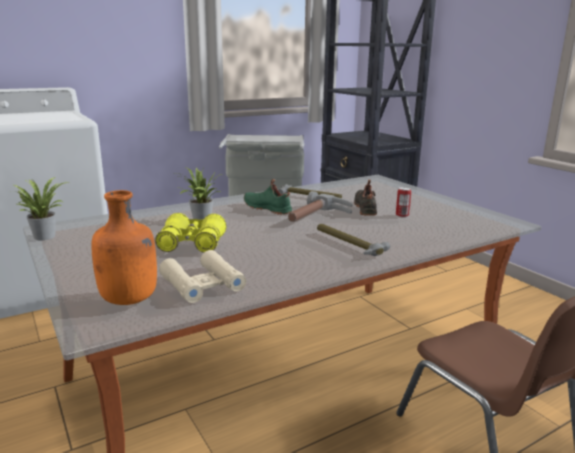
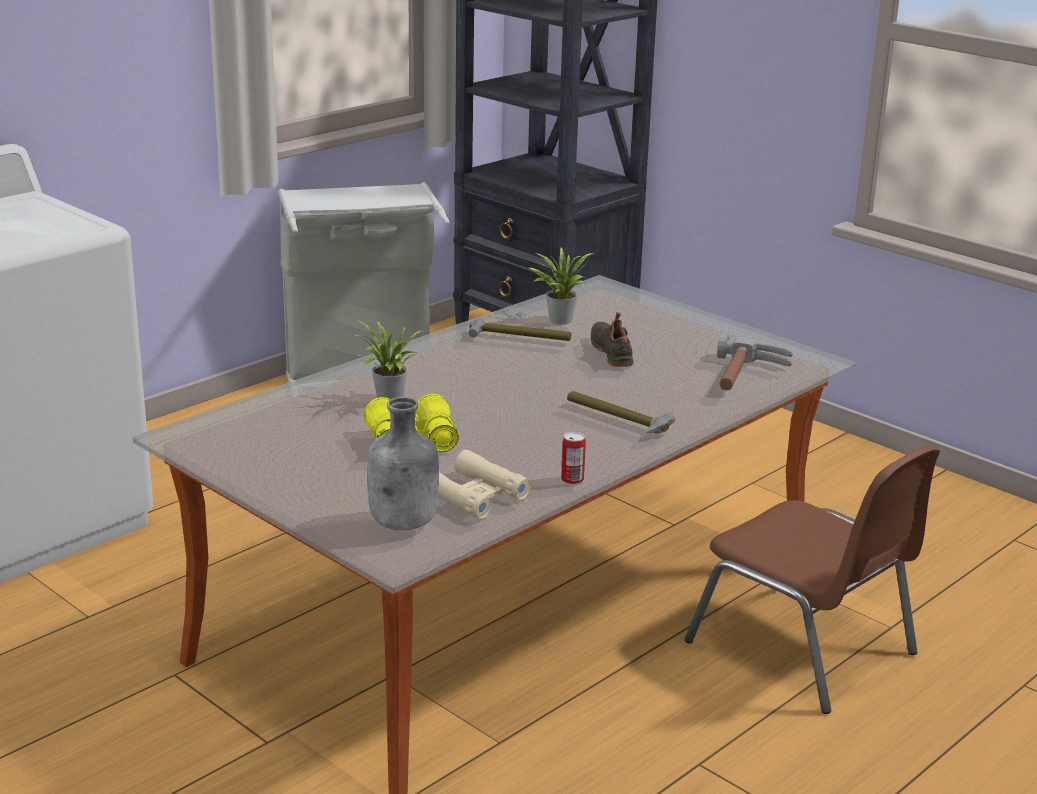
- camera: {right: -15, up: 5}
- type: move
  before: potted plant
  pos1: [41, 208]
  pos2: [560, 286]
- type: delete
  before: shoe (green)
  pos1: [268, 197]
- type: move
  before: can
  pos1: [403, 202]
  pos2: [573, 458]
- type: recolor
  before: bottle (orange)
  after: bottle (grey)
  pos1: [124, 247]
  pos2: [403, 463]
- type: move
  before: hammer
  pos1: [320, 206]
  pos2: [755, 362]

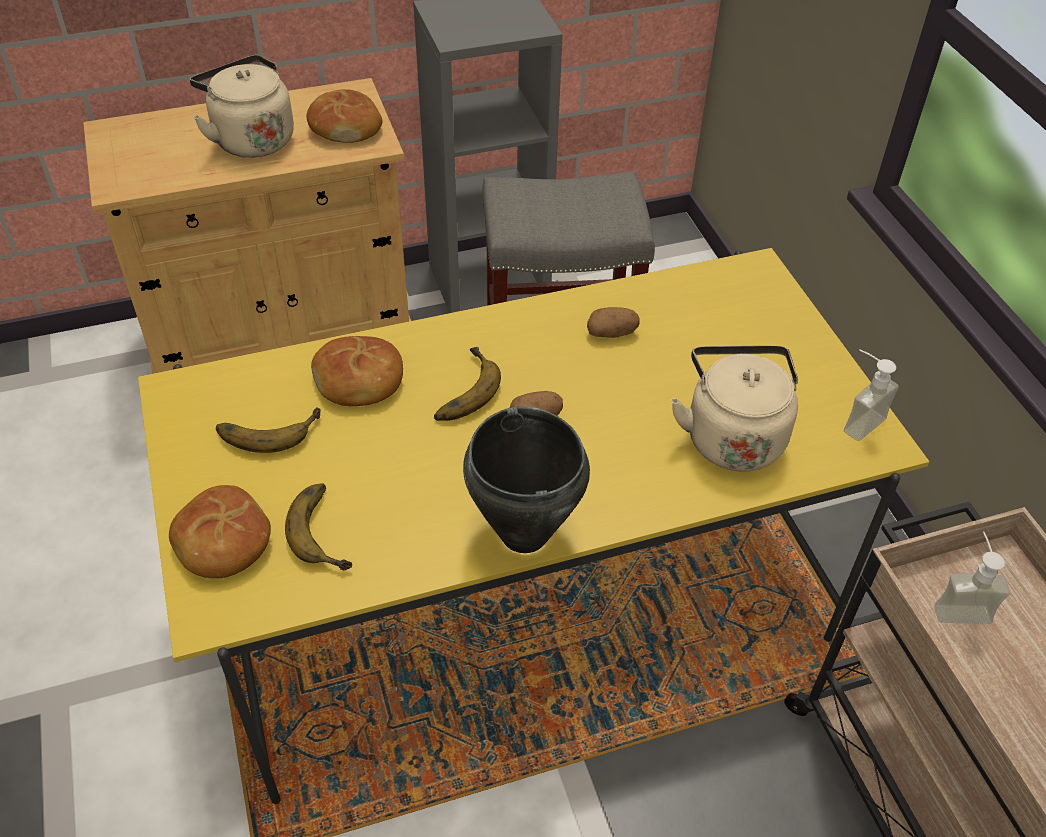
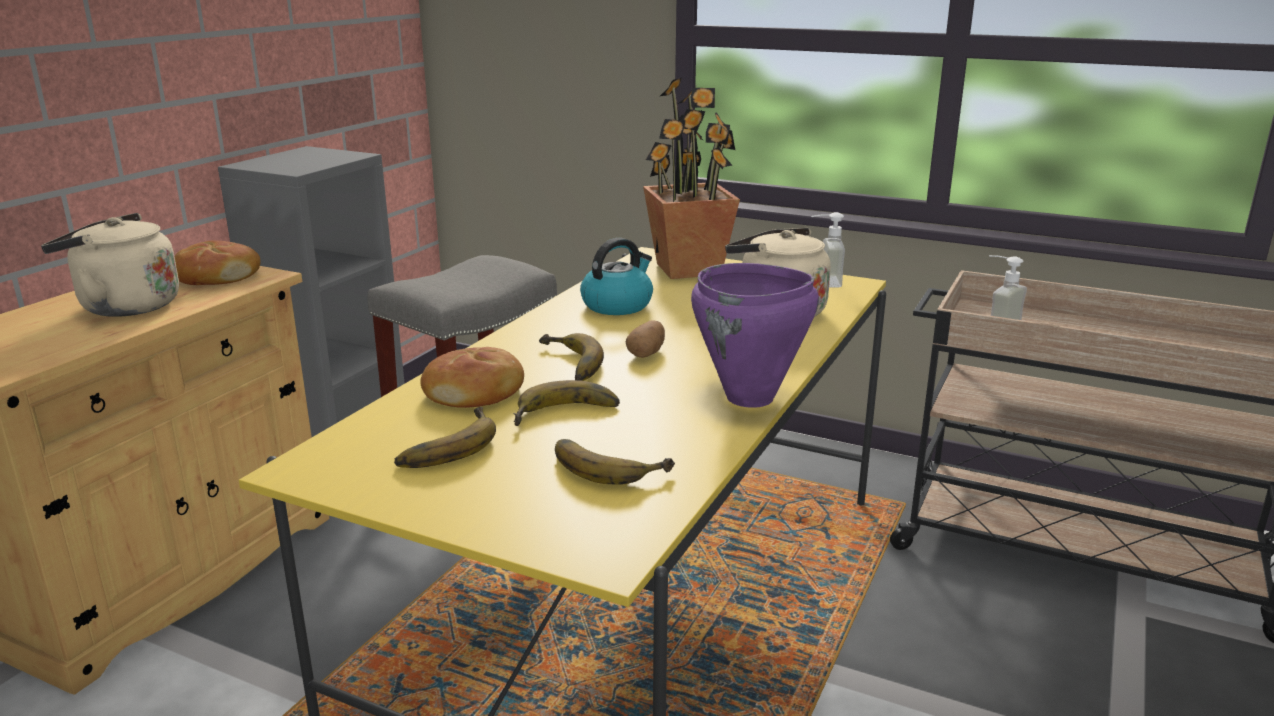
- camera: {right: -45, up: -25}
- type: replace
  before: potato
  after: kettle
  pos1: [613, 322]
  pos2: [616, 276]
- type: recolor
  before: cooking pot (black)
  after: cooking pot (purple)
  pos1: [526, 480]
  pos2: [755, 335]
- type: delete
  before: bread
  pos1: [220, 531]
- type: insert
  after: potted plant
  pos2: [691, 178]
- type: insert
  after: banana
  pos2: [567, 403]

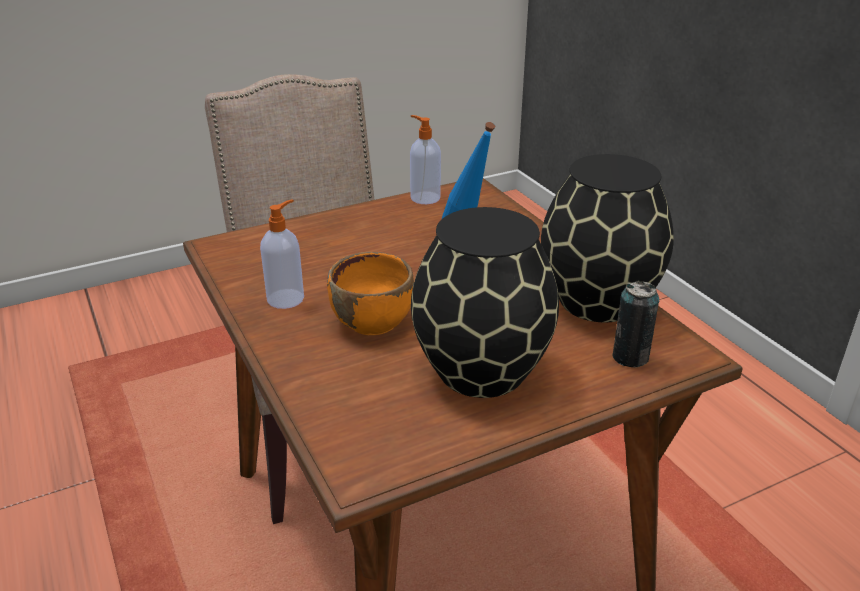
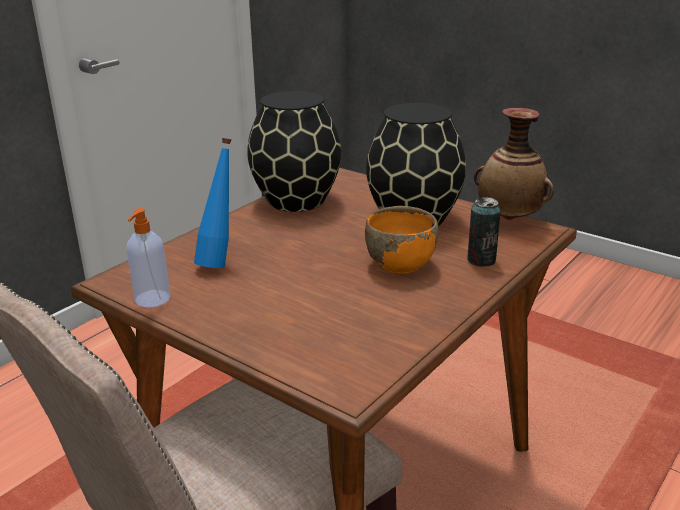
- camera: {right: -115, up: -5}
- type: delete
  before: soap dispenser
  pos1: [282, 254]
- type: move
  before: can
  pos1: [636, 324]
  pos2: [484, 232]
- type: insert
  after: vase
  pos2: [514, 164]

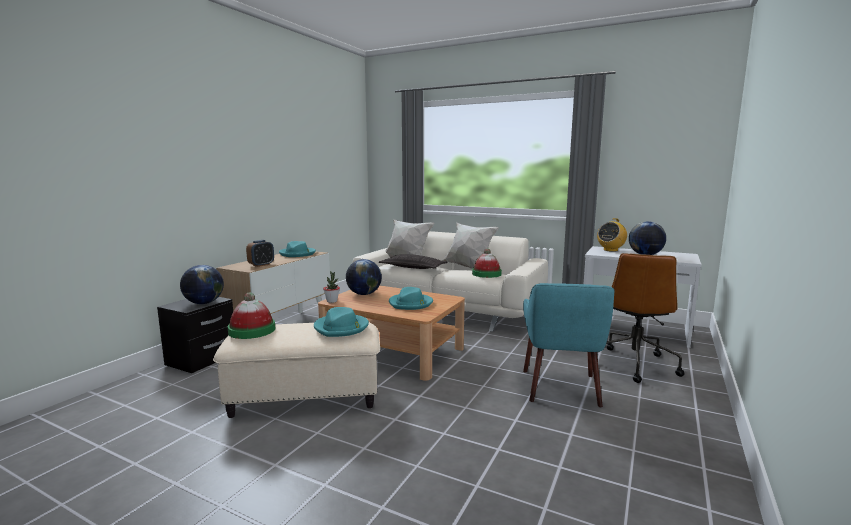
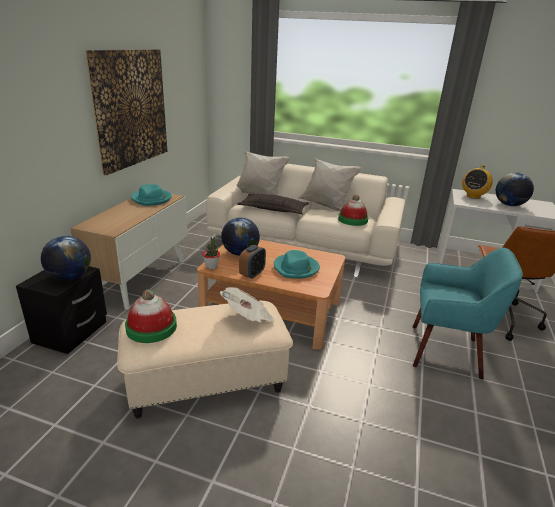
- camera: {right: -10, up: 15}
- type: move
  before: alarm clock
  pos1: [260, 253]
  pos2: [252, 262]
- type: rotate
  before: armchair (turquoise)
  pos1: [568, 345]
  pos2: [468, 314]
  turn: -75
- type: replace
  before: hat (turquoise)
  after: newspaper
  pos1: [341, 322]
  pos2: [247, 305]
- type: insert
  after: picture
  pos2: [126, 112]

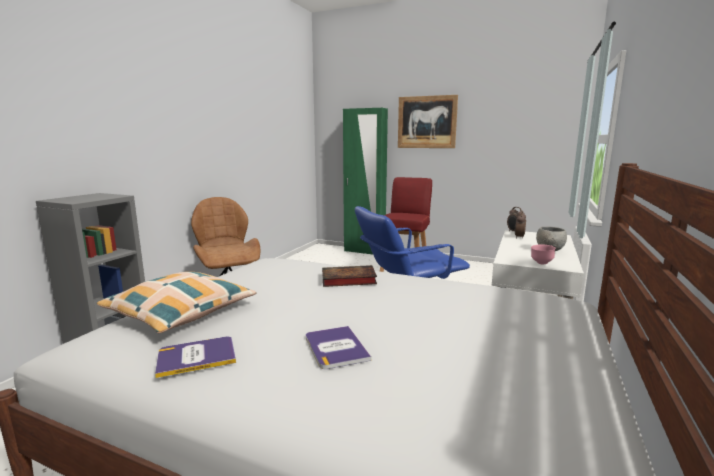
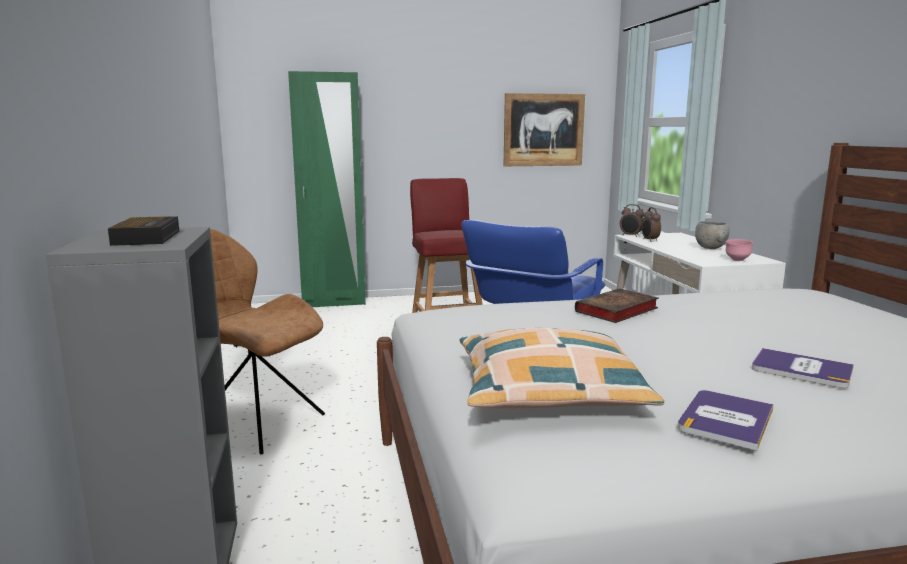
- camera: {right: -35, up: 0}
- type: move
  before: picture
  pos1: [428, 121]
  pos2: [544, 129]
- type: insert
  after: alarm clock
  pos2: [143, 231]

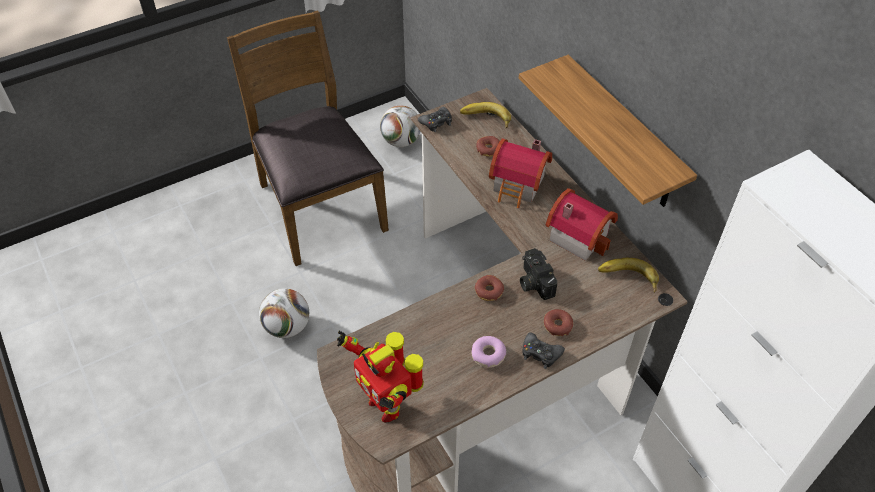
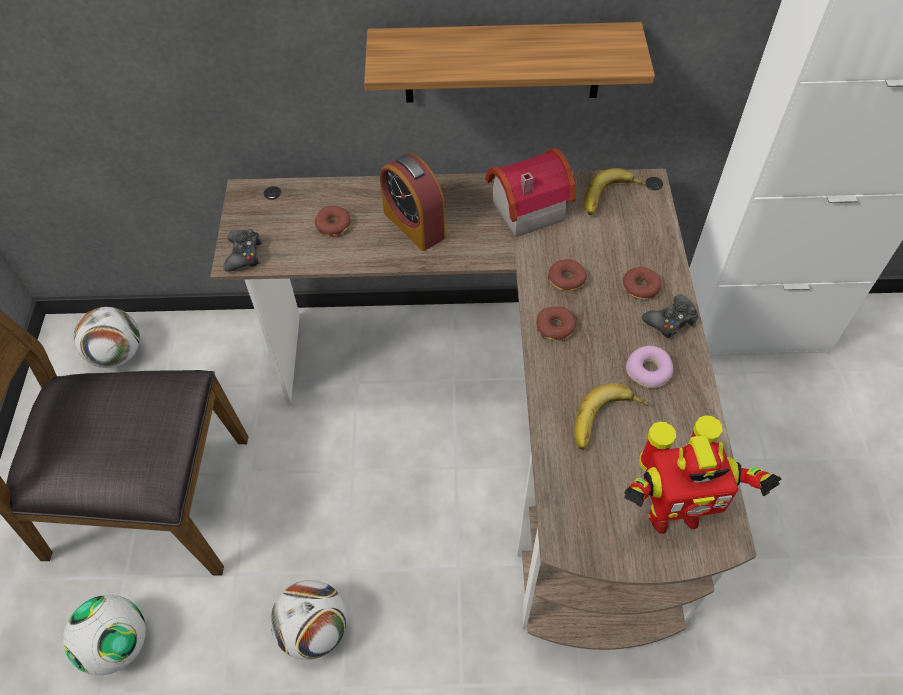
- camera: {right: -60, up: 5}
- type: move
  before: banana
  pos1: [485, 115]
  pos2: [611, 416]
- type: replace
  before: toy house
  after: alarm clock
  pos1: [520, 173]
  pos2: [412, 202]
- type: replace
  before: photo camera
  after: donut
  pos1: [538, 274]
  pos2: [567, 275]
- type: insert
  after: football
  pos2: [104, 635]

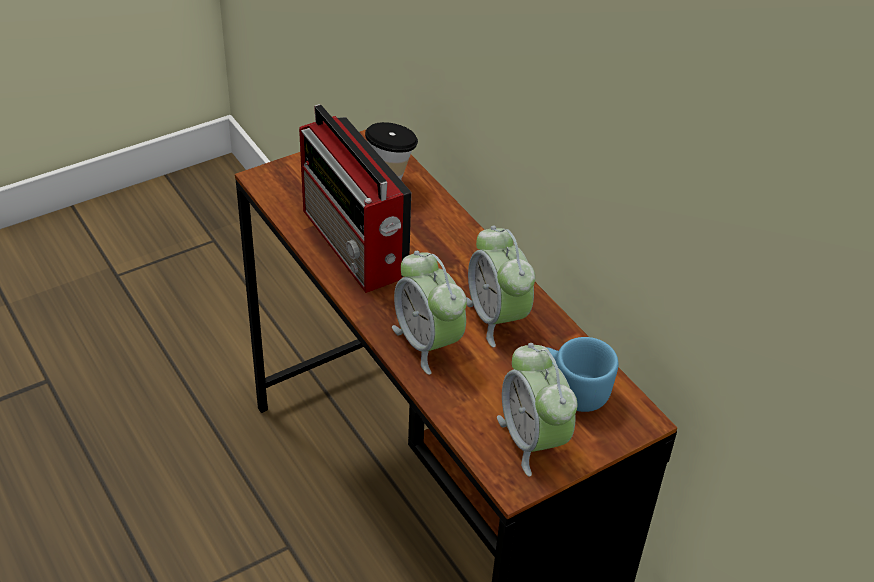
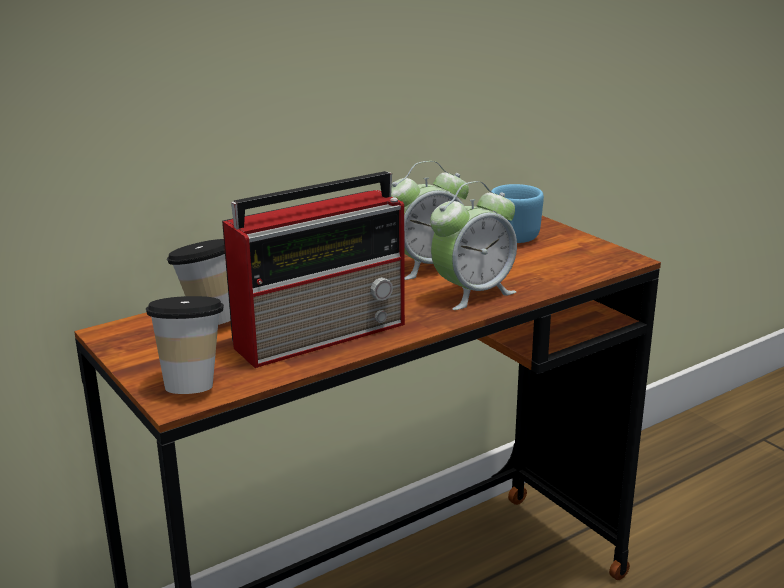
- camera: {right: -90, up: -20}
- type: delete
  before: alarm clock
  pos1: [537, 409]
- type: insert
  after: cup
  pos2: [185, 345]

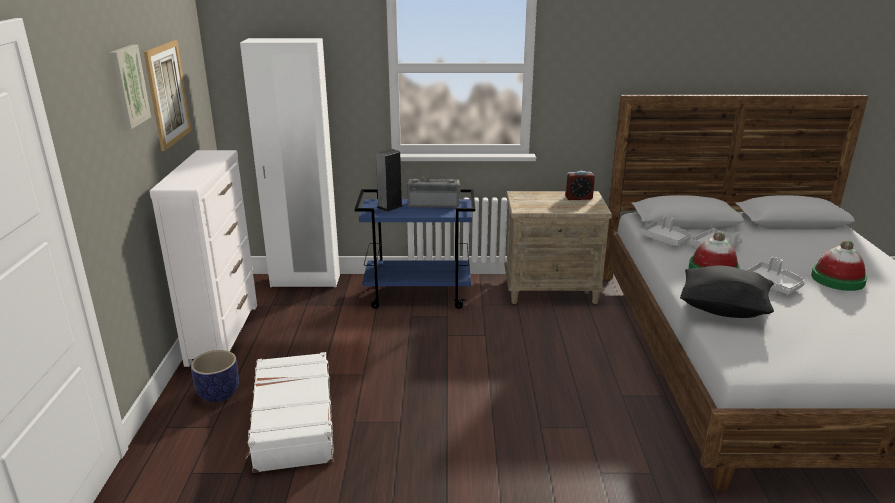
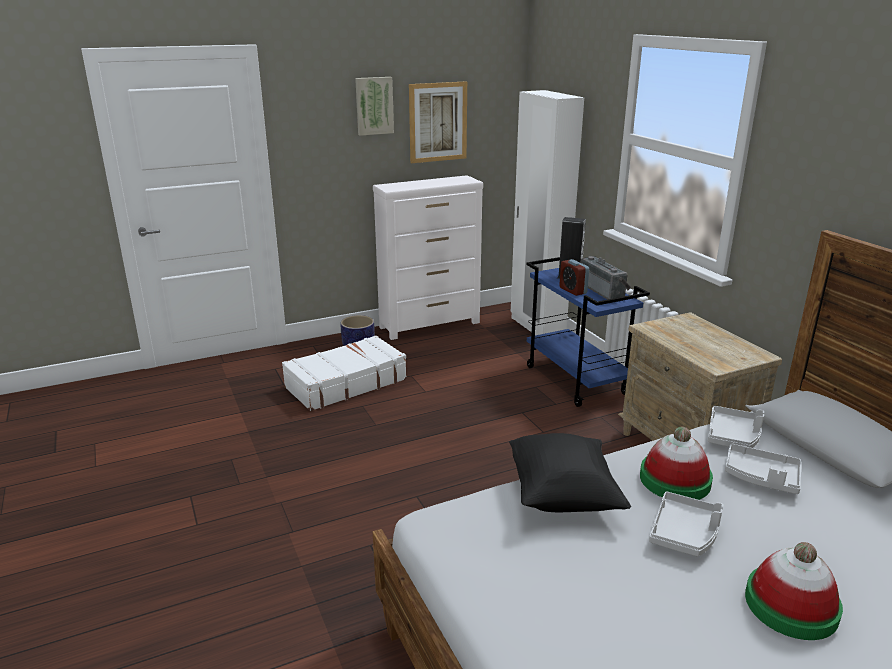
- camera: {right: 65, up: 0}
- type: move
  before: alarm clock
  pos1: [580, 185]
  pos2: [574, 277]

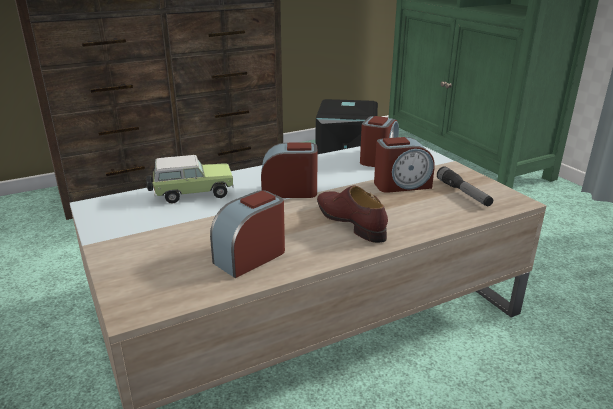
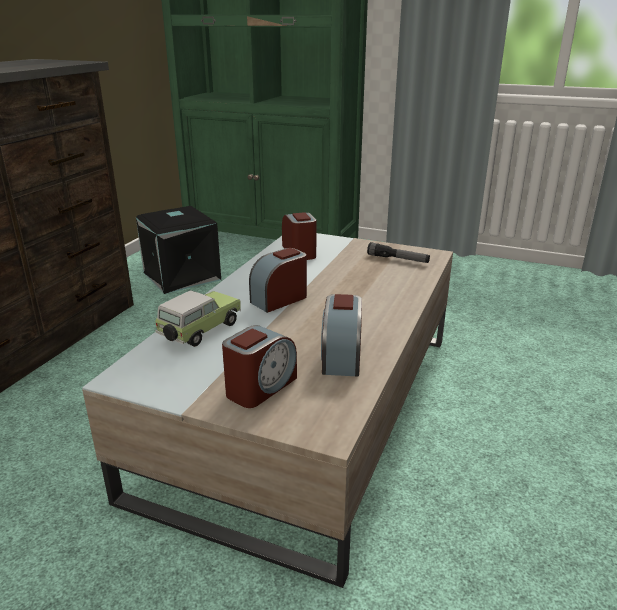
- camera: {right: -40, up: 0}
- type: move
  before: alarm clock
  pos1: [404, 165]
  pos2: [259, 366]
- type: delete
  before: shoe (brown)
  pos1: [352, 214]

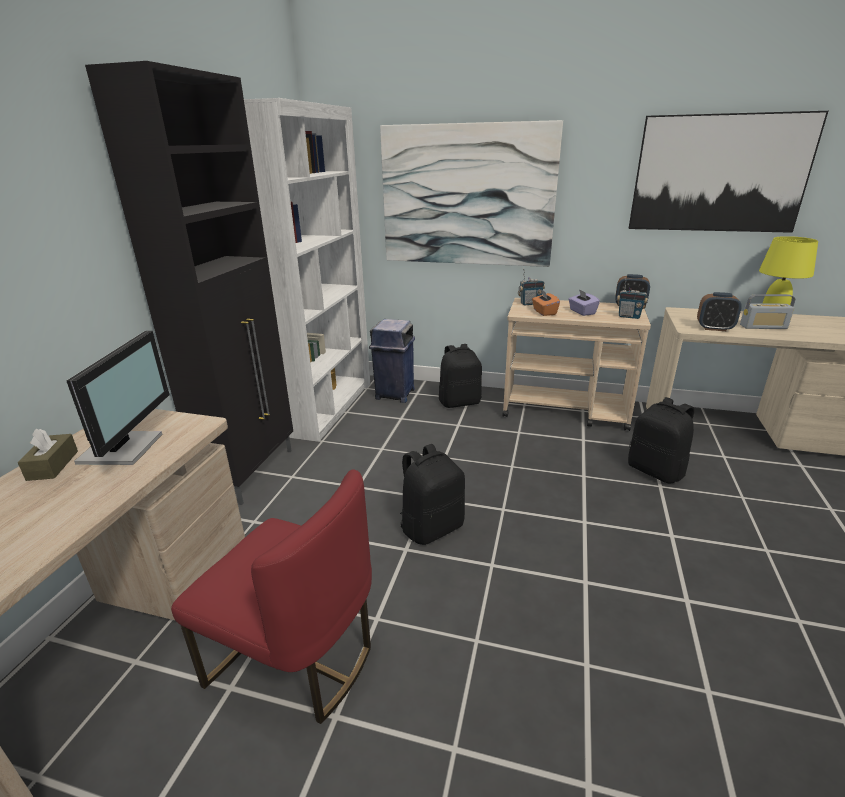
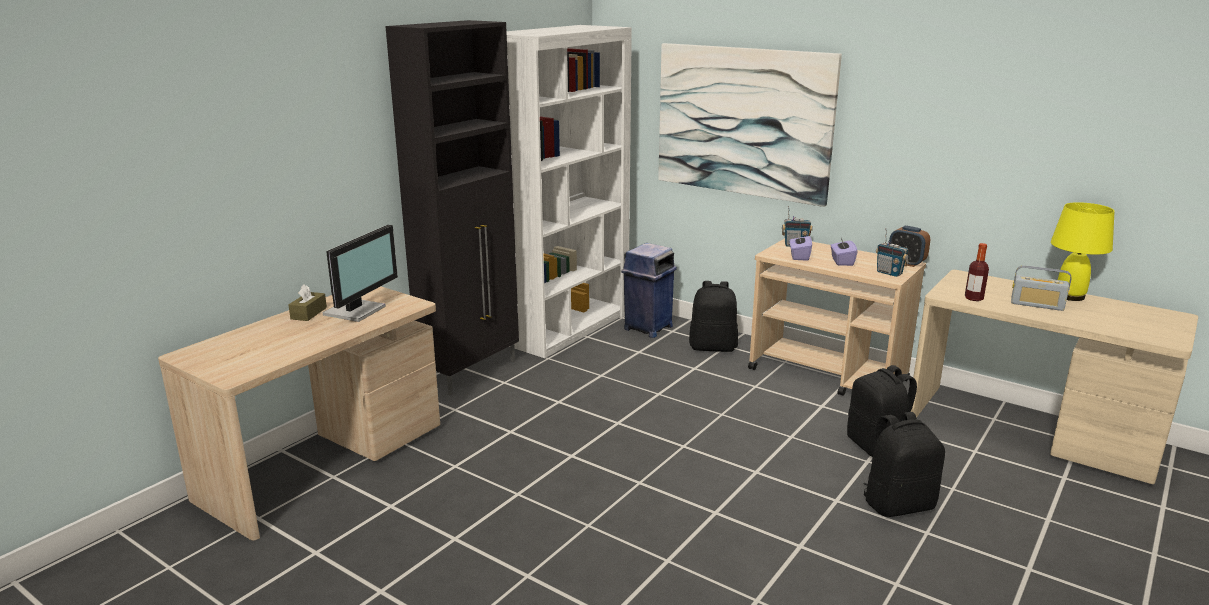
- camera: {right: 20, up: -5}
- type: delete
  before: picture
  pos1: [728, 172]
- type: recolor
  before: tissue box (orange)
  after: tissue box (purple)
  pos1: [546, 303]
  pos2: [801, 246]
- type: replace
  before: alarm clock
  after: bottle
  pos1: [719, 311]
  pos2: [977, 272]
- type: move
  before: backpack (black)
  pos1: [432, 494]
  pos2: [904, 464]
- type: delete
  before: chair (red)
  pos1: [271, 596]

